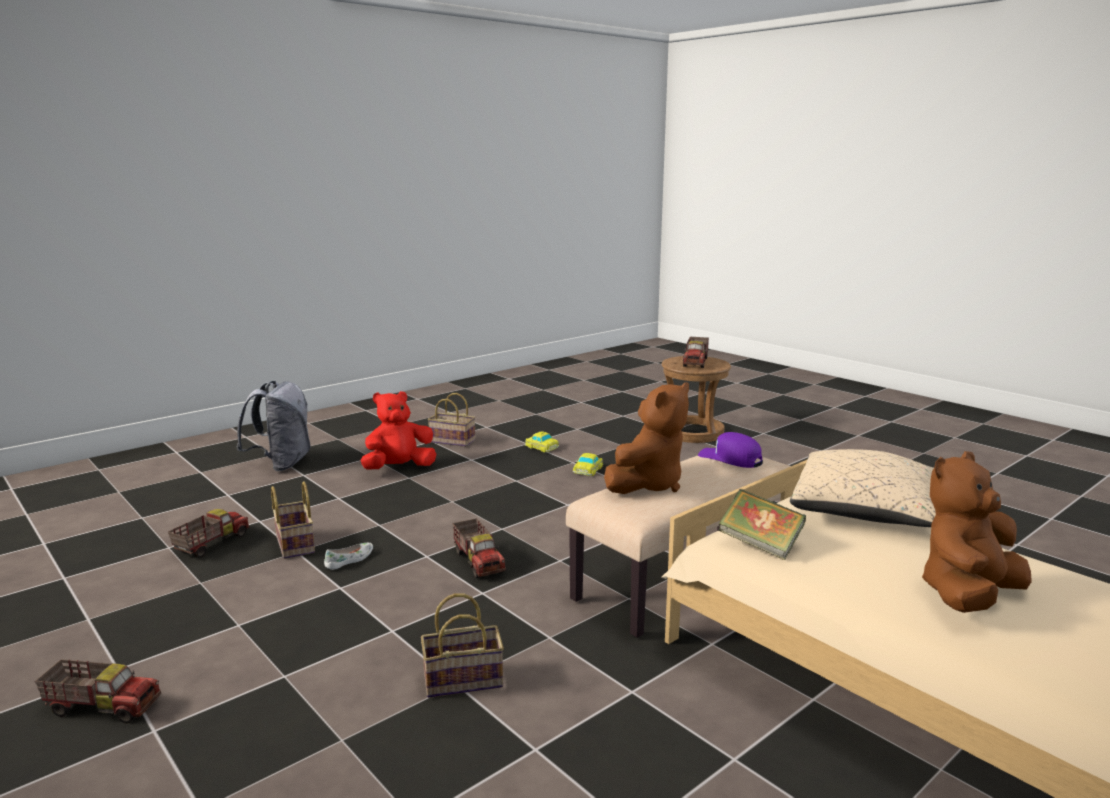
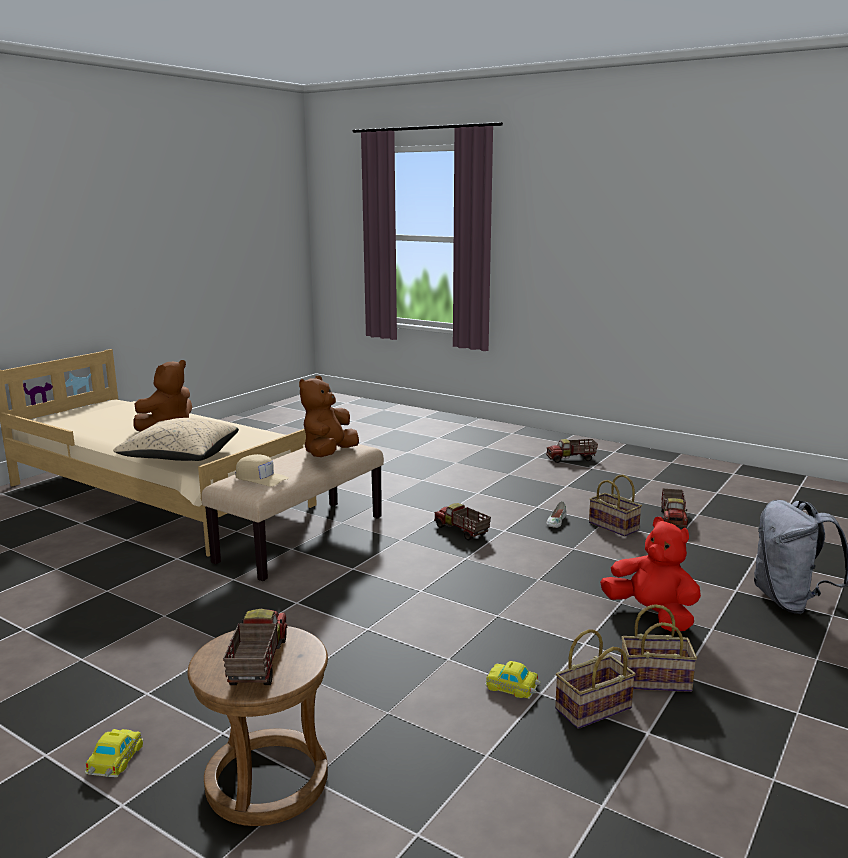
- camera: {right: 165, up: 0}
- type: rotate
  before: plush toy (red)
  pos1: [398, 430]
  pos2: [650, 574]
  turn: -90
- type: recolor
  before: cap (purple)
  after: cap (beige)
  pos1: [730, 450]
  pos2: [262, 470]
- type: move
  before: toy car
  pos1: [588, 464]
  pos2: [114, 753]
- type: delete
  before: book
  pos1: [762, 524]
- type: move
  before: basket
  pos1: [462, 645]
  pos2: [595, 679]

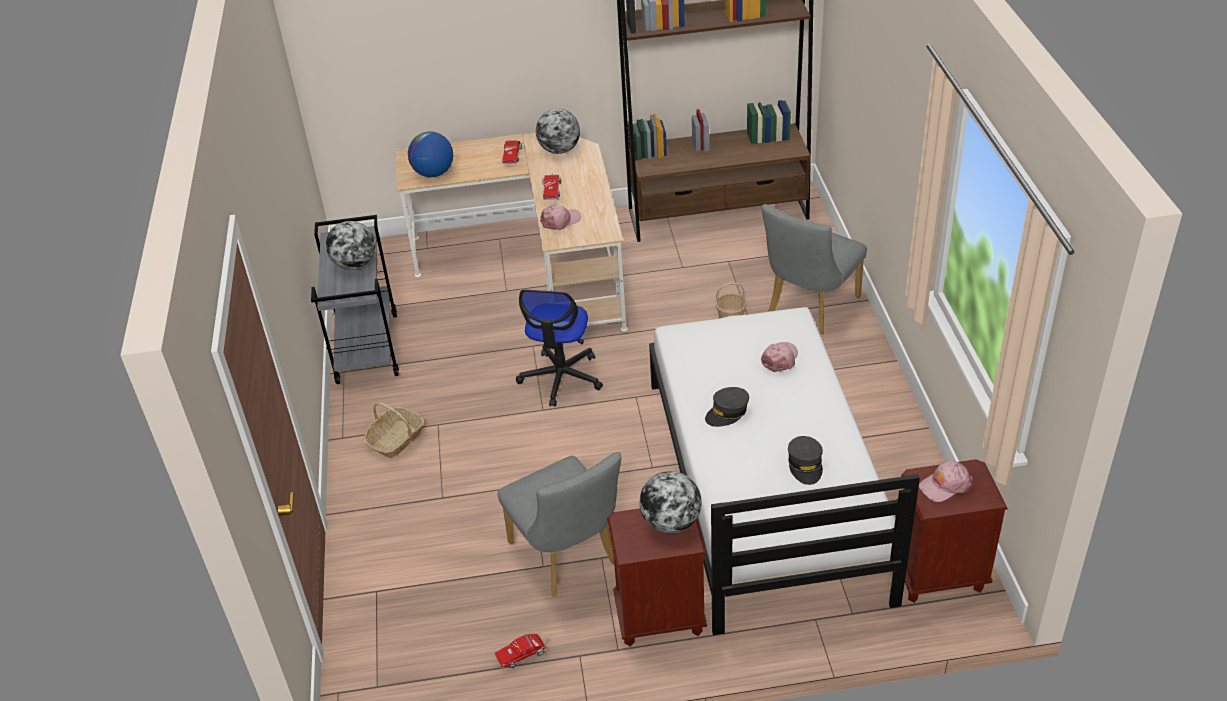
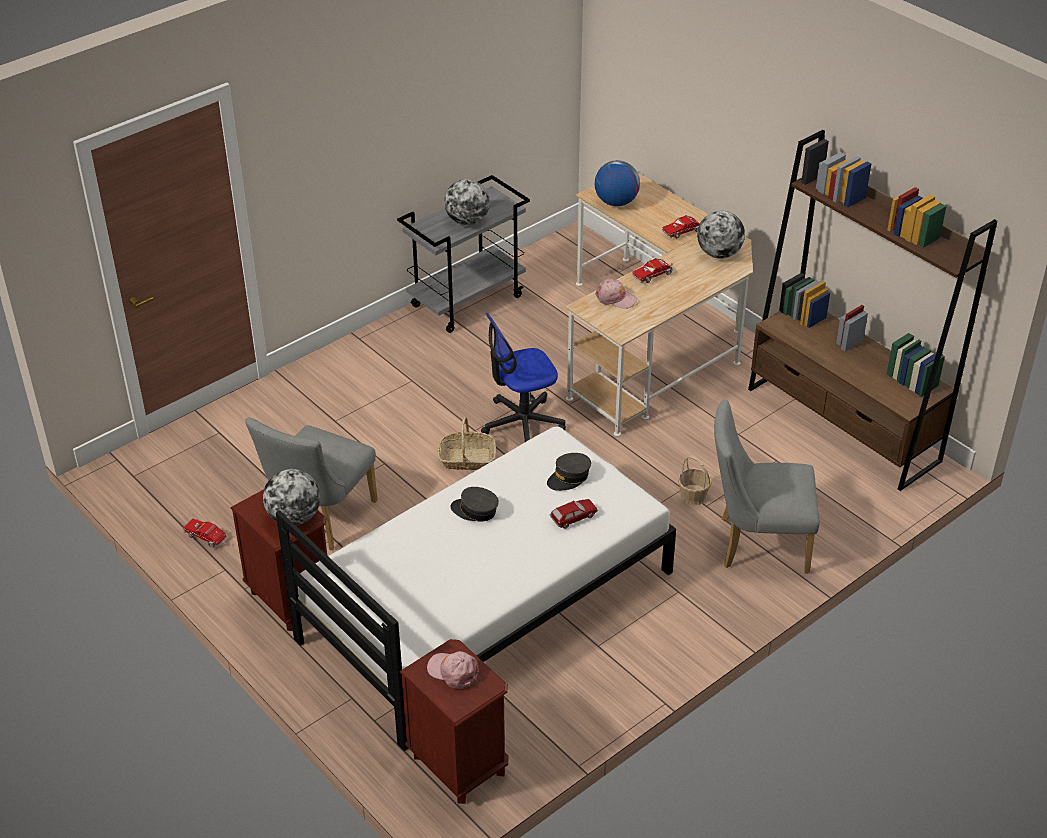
- camera: {right: 55, up: 0}
- type: replace
  before: cap (pink)
  after: toy car
  pos1: [779, 357]
  pos2: [574, 514]
- type: move
  before: basket
  pos1: [393, 430]
  pos2: [467, 443]
- type: move
  before: cap (grey)
  pos1: [805, 460]
  pos2: [569, 472]

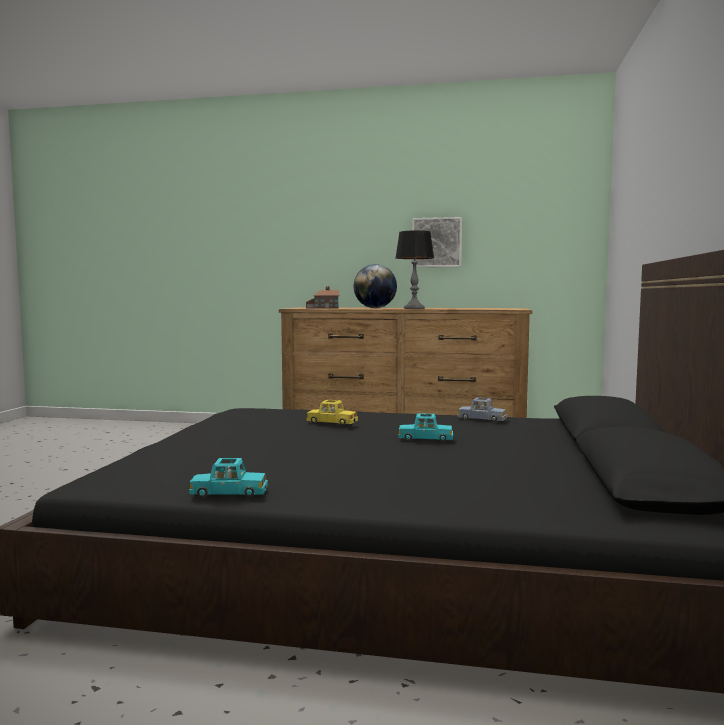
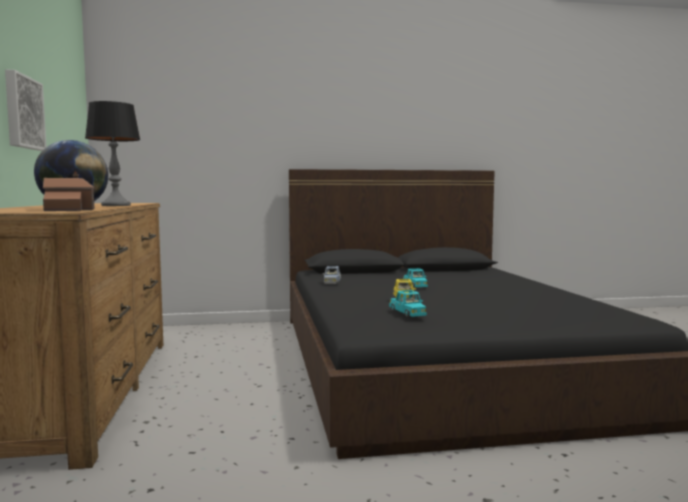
- camera: {right: -110, up: 0}
- type: move
  before: toy car (turquoise)
  pos1: [228, 478]
  pos2: [408, 303]

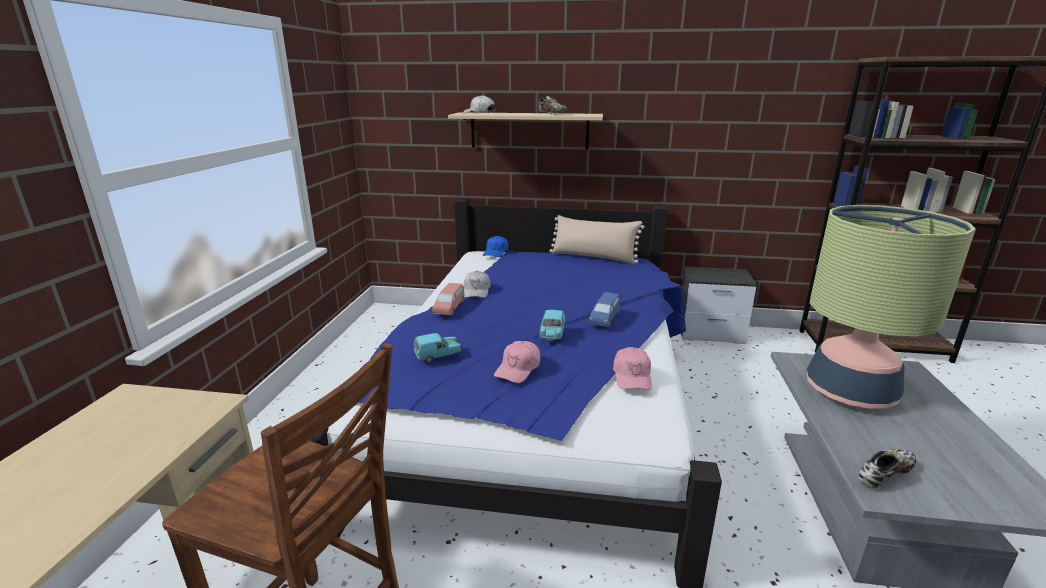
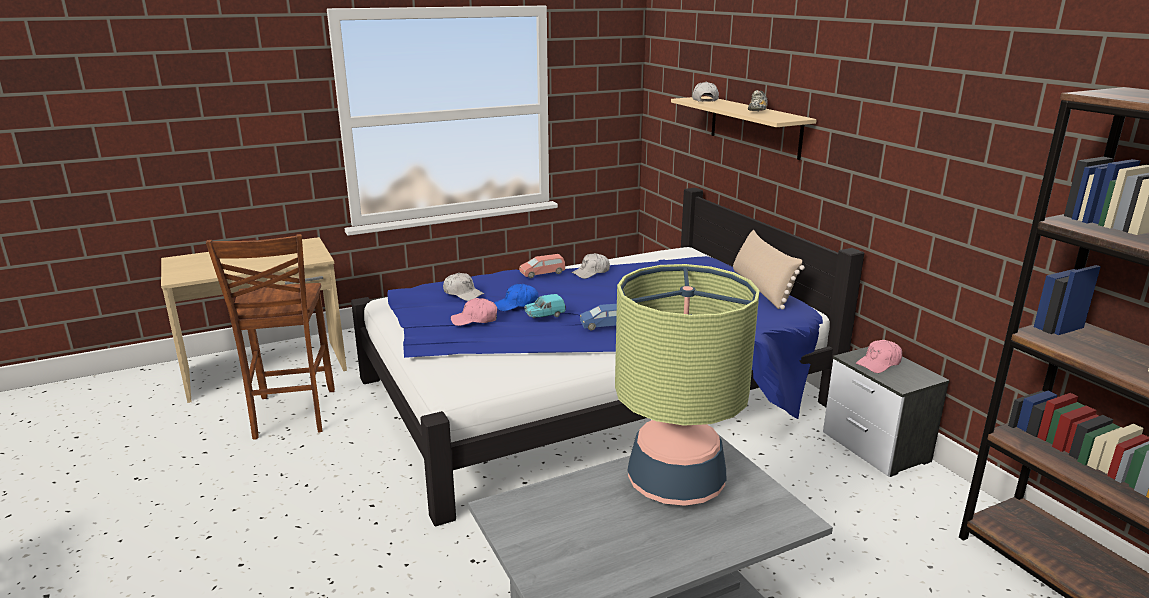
- camera: {right: 55, up: 0}
- type: move
  before: cap (blue)
  pos1: [496, 246]
  pos2: [516, 297]
- type: replace
  before: toy car (turquoise)
  after: cap (white)
  pos1: [437, 348]
  pos2: [463, 287]
- type: move
  before: cap (pink)
  pos1: [632, 368]
  pos2: [879, 356]
- type: delete
  before: shoe
  pos1: [887, 468]

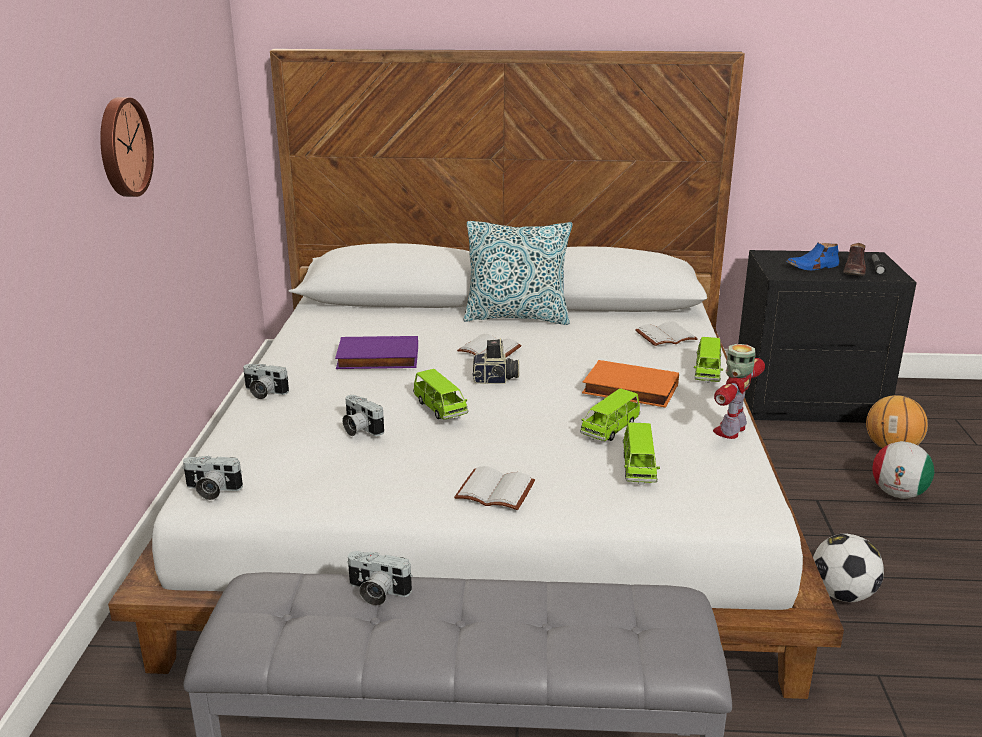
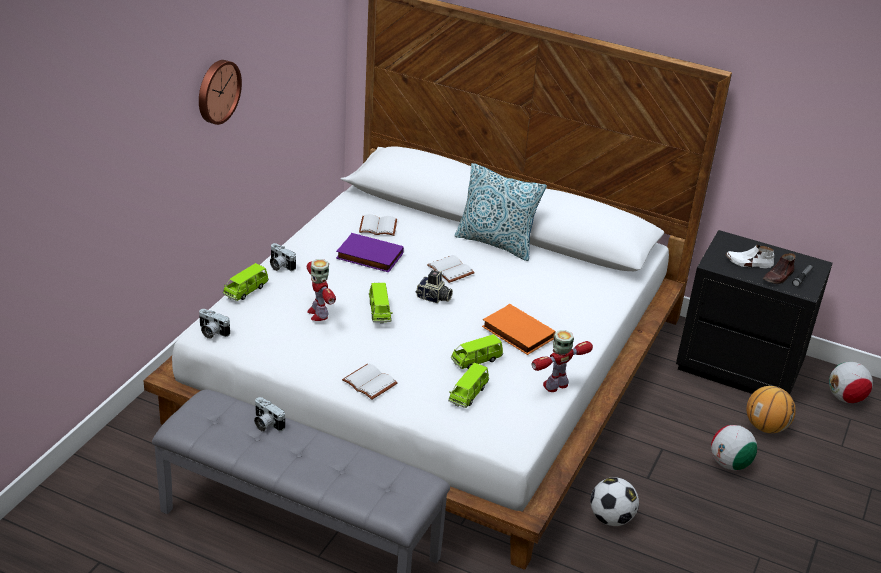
- camera: {right: 20, up: 10}
- type: recolor
  before: shoe (blue)
  after: shoe (white)
  pos1: [812, 257]
  pos2: [750, 256]
- type: move
  before: book (white)
  pos1: [666, 333]
  pos2: [378, 225]
- type: move
  before: toy car (green)
  pos1: [708, 360]
  pos2: [246, 282]
- type: replace
  before: photo camera
  after: toy robot
  pos1: [363, 415]
  pos2: [321, 290]
- type: insert
  after: football
  pos2: [851, 382]

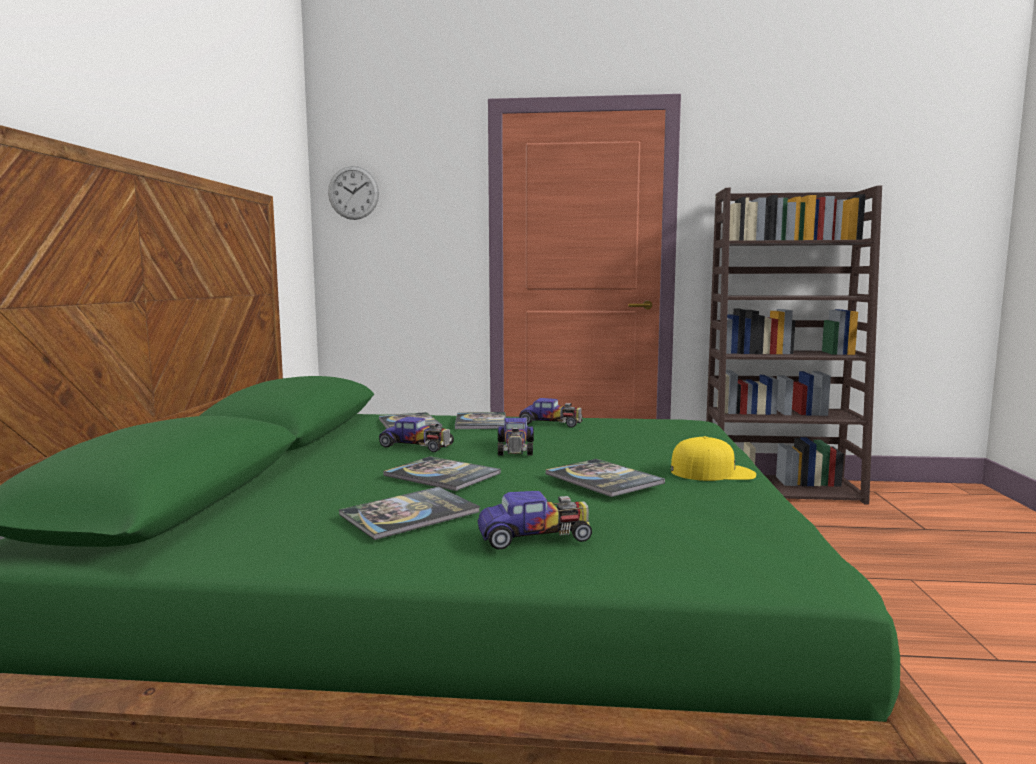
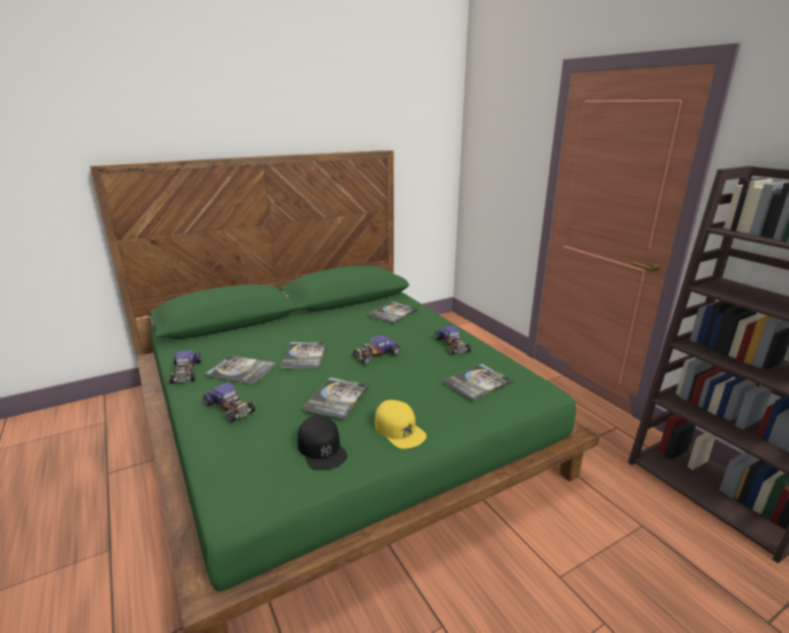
- camera: {right: 55, up: 15}
- type: delete
  before: wall clock
  pos1: [353, 193]
- type: move
  before: book
  pos1: [480, 420]
  pos2: [478, 382]
- type: move
  before: toy car
  pos1: [416, 434]
  pos2: [185, 367]
- type: insert
  after: cap (black)
  pos2: [323, 443]

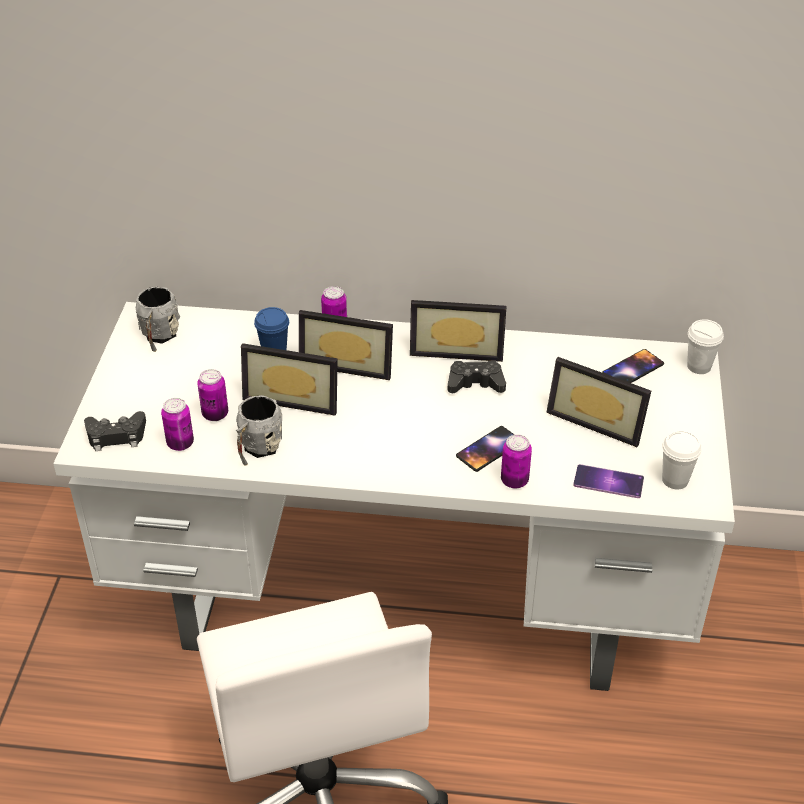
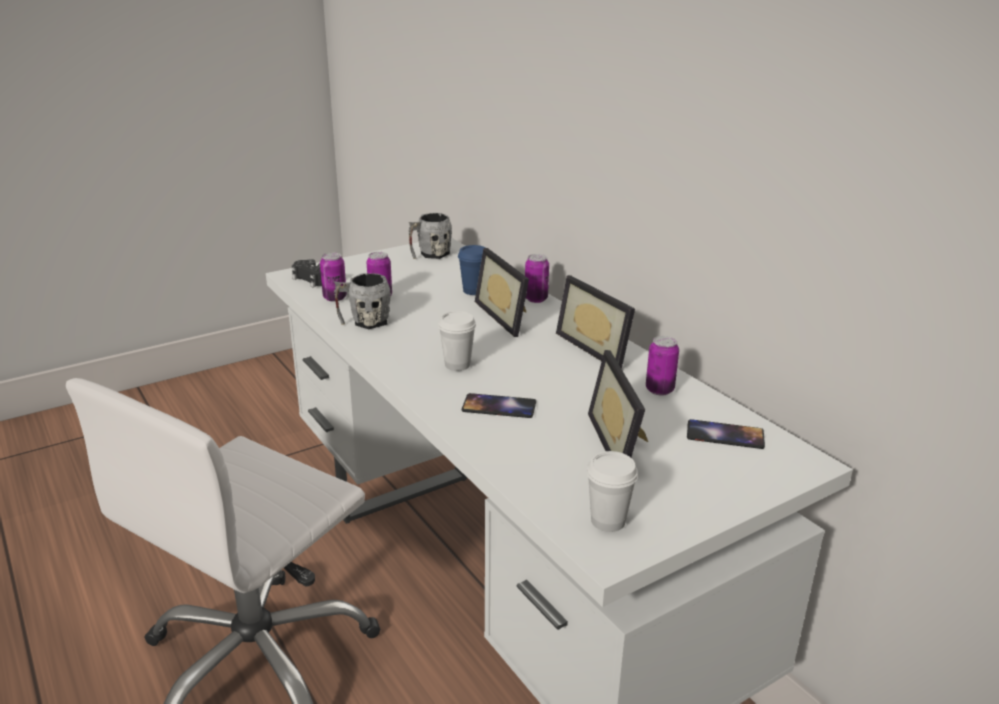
- camera: {right: 50, up: -15}
- type: move
  before: cup (white)
  pos1: [705, 346]
  pos2: [457, 341]
- type: delete
  before: picture frame
  pos1: [289, 379]
- type: delete
  before: game controller (black)
  pos1: [477, 377]
- type: move
  before: can
  pos1: [516, 461]
  pos2: [662, 365]
- type: delete
  before: phone
  pos1: [608, 481]

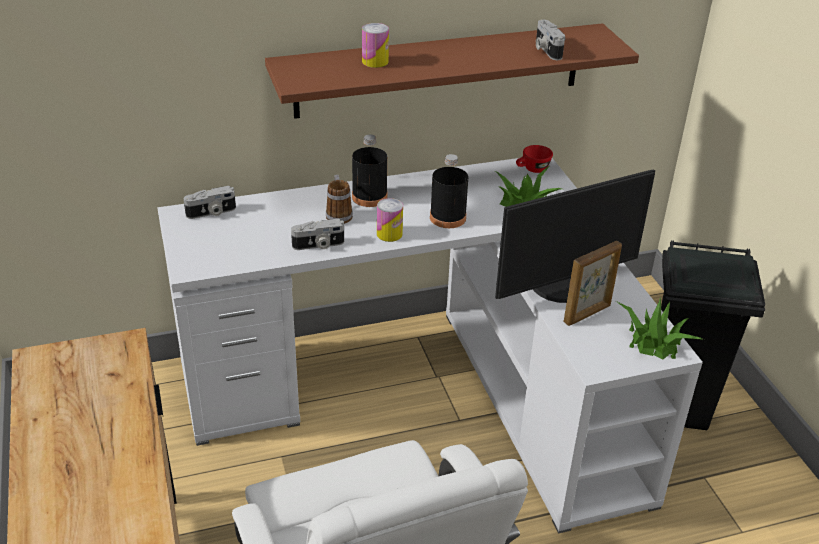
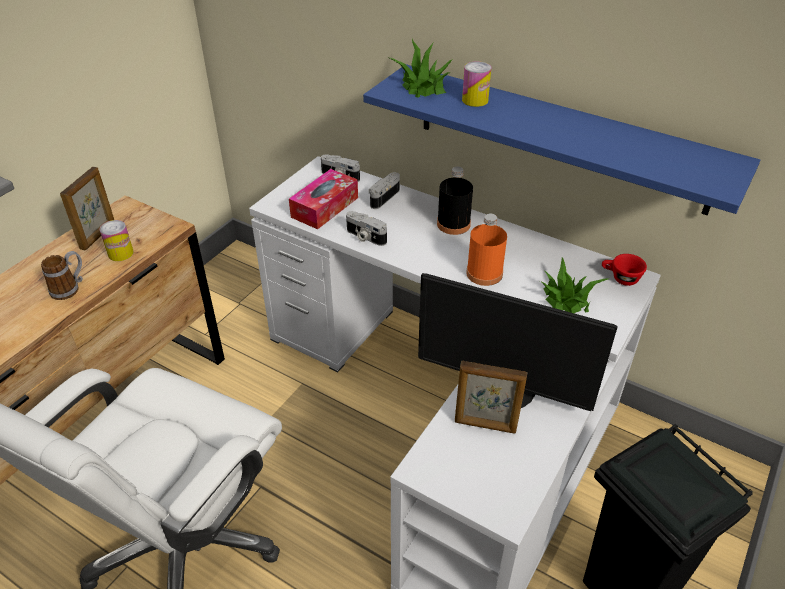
- camera: {right: 50, up: 5}
- type: move
  before: photo camera
  pos1: [550, 39]
  pos2: [384, 190]
- type: recolor
  before: shelf (brown)
  after: shelf (blue)
  pos1: [452, 71]
  pos2: [561, 139]
- type: recolor
  before: bottle (black)
  after: bottle (orange)
  pos1: [449, 191]
  pos2: [486, 250]
- type: move
  before: mug
  pos1: [339, 199]
  pos2: [62, 275]
- type: move
  before: can
  pos1: [390, 220]
  pos2: [117, 240]
- type: move
  before: potted plant
  pos1: [660, 328]
  pos2: [421, 68]
- type: insert
  after: picture frame
  pos2: [87, 209]
- type: insert
  after: tissue box
  pos2: [323, 199]

